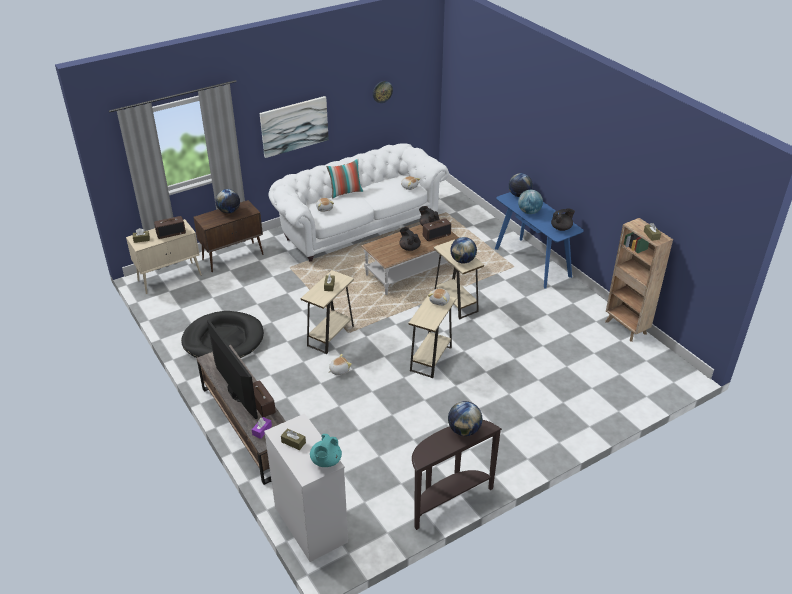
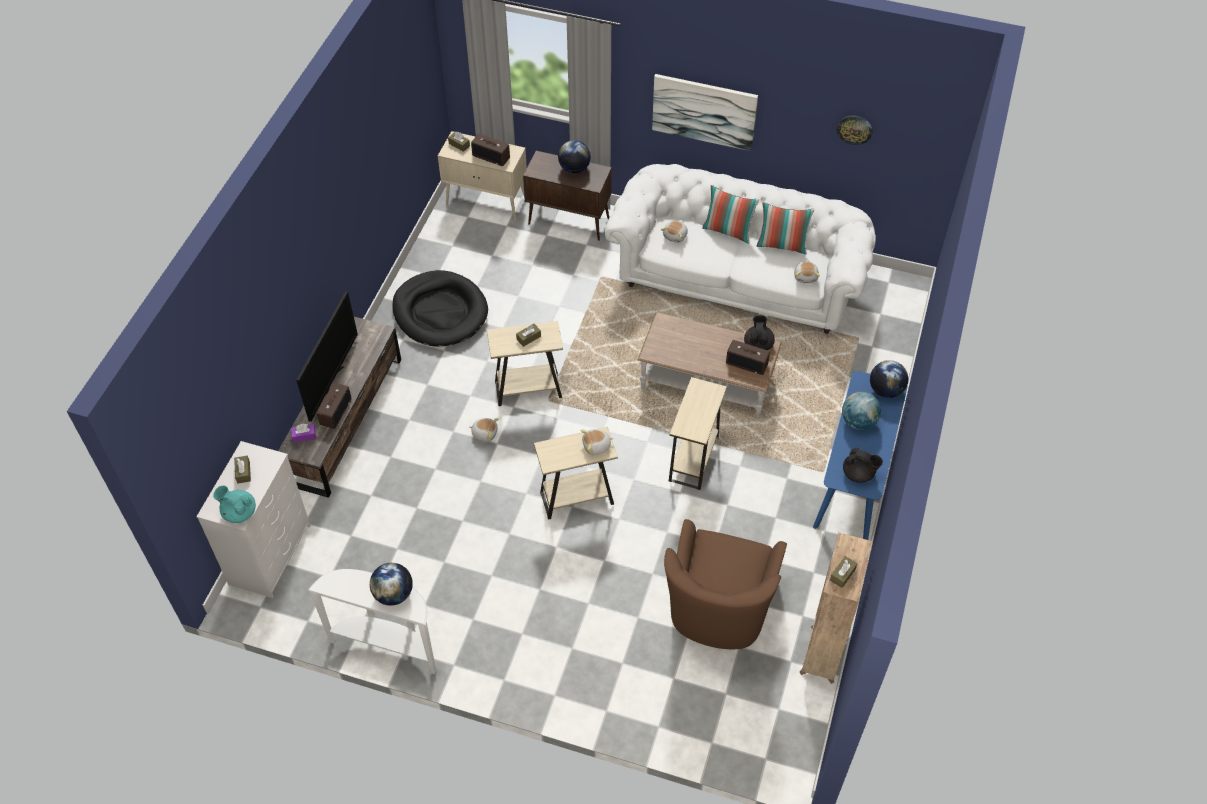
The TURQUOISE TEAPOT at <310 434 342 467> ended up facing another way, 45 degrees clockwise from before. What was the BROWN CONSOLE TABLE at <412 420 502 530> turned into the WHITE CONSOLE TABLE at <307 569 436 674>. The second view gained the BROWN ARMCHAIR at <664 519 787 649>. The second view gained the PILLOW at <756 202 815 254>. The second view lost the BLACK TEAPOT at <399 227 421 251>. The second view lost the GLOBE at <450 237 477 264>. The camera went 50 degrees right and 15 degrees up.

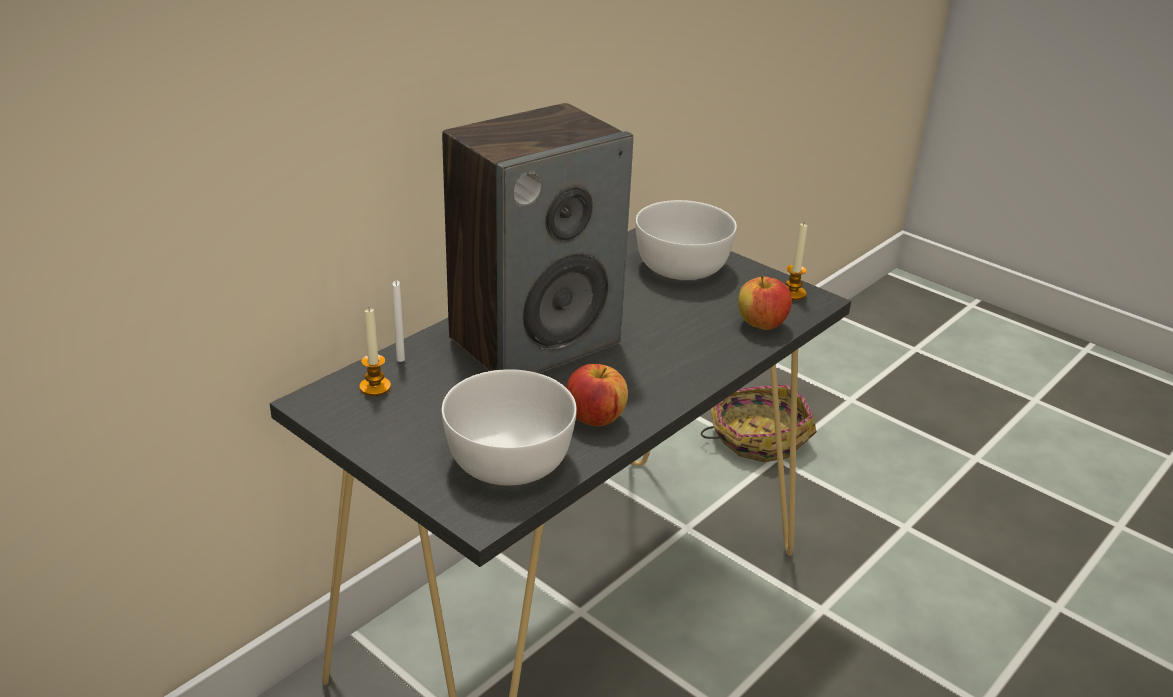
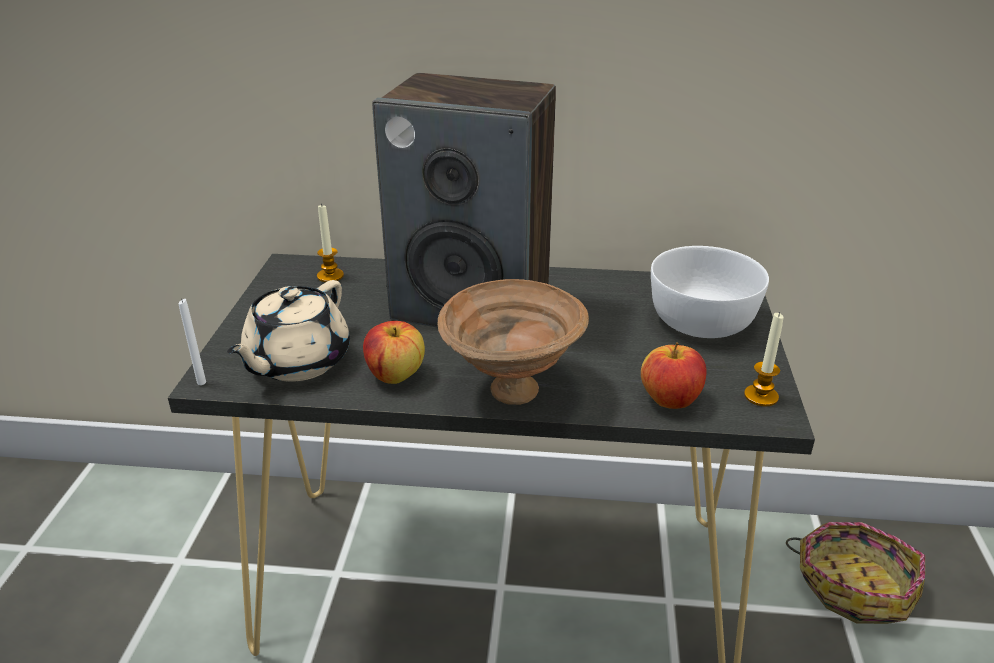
The WHITE CANDLE ended up elsewhere, having gone from <392 280 405 362> to <178 299 206 385>. Where the WHITE BOWL stood at <442 369 577 486>, the BEIGE TEAPOT came to stand at <227 280 350 382>. The second view gained the BROWN BOWL at <438 279 589 405>. The camera went 55 degrees right and 0 degrees up.

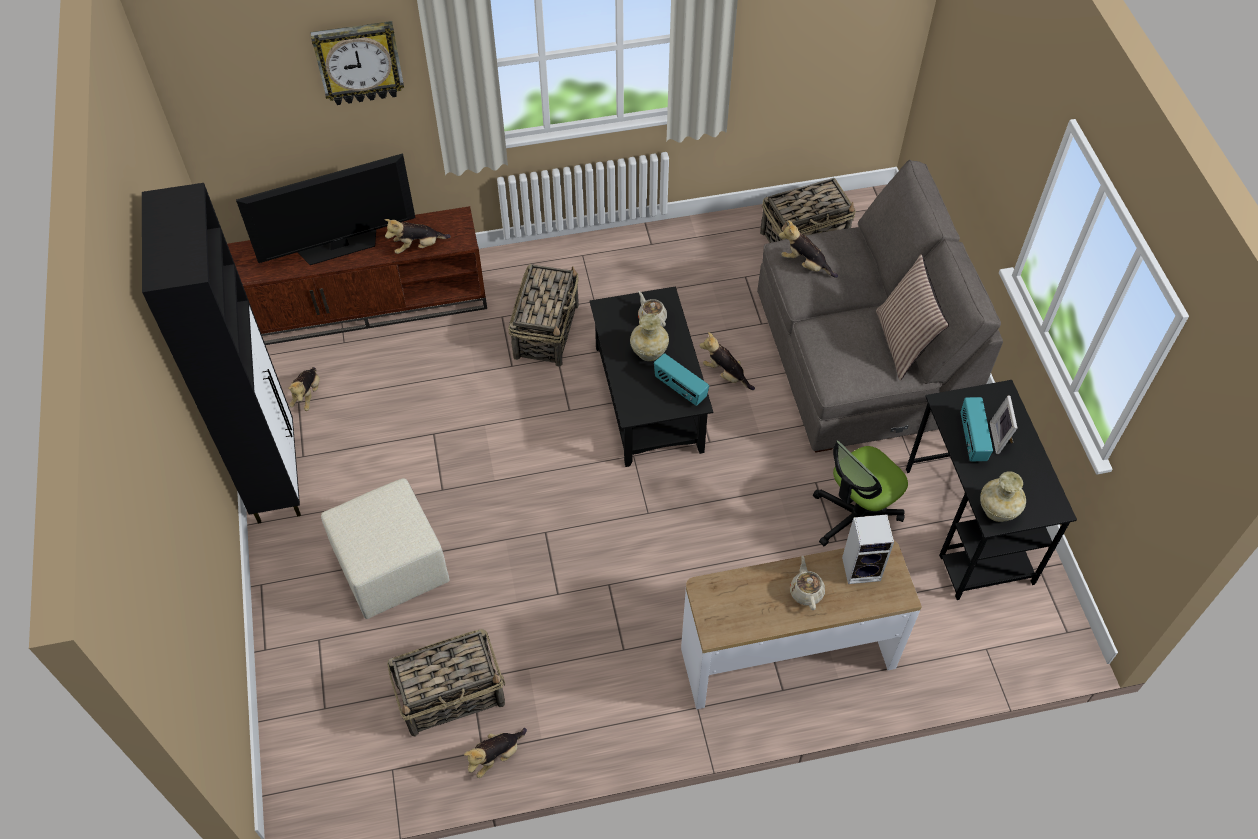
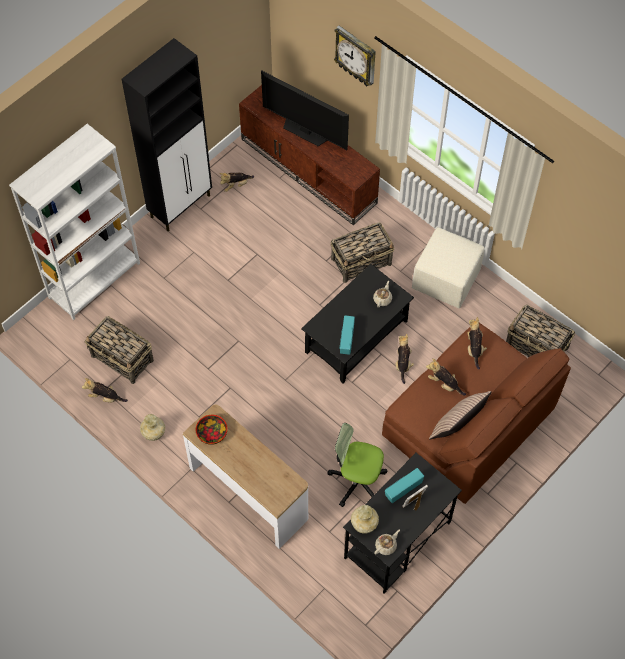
The second view gained the WHITE BOOKCASE at <9 124 140 320>. The BEIGE VASE ended up elsewhere, having gone from <630 314 669 361> to <140 414 165 441>. The second view gained the BOWL at <196 415 228 445>. The BEIGE TEAPOT ended up elsewhere, having gone from <790 556 825 610> to <374 530 400 555>. What was the GREY SOFA at <757 160 1003 452> turned into the BROWN SOFA at <382 323 571 504>. The BEIGE OTTOMAN ended up elsewhere, having gone from <321 478 450 619> to <412 227 485 308>. The PLUSH TOY ended up elsewhere, having gone from <385 219 451 254> to <426 358 466 396>. The second view lost the SPEAKER at <842 515 894 584>. The camera went 55 degrees right and 5 degrees up.

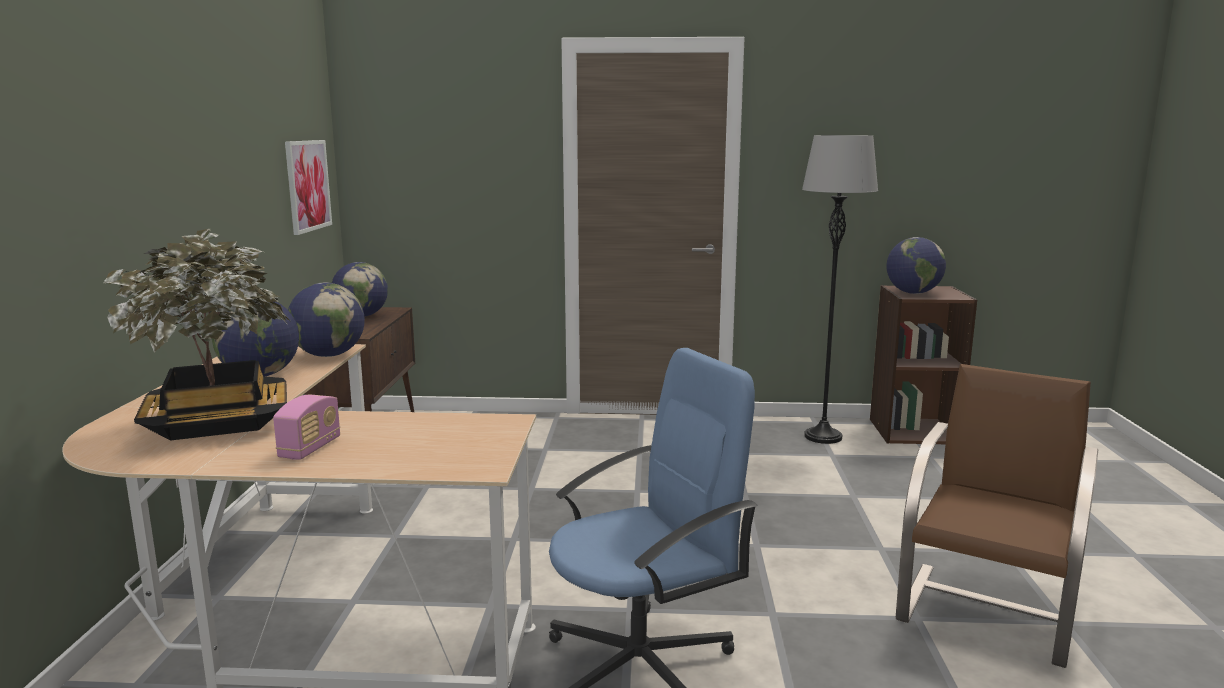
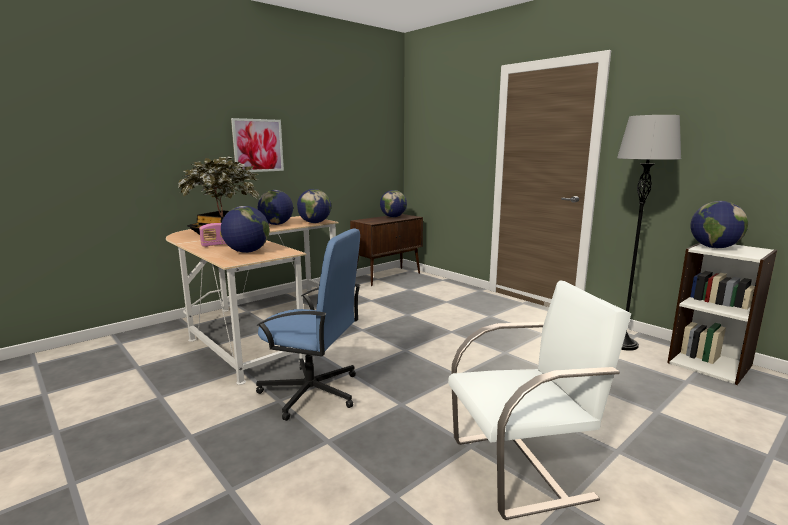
The second view gained the GLOBE at <221 206 269 253>. The PICTURE ended up elsewhere, having gone from <285 140 332 235> to <231 118 284 172>. What was the BROWN CHAIR at <896 364 1098 668> turned into the WHITE CHAIR at <448 280 631 520>. What was the BROWN BOOKCASE at <870 285 977 444> turned into the WHITE BOOKCASE at <667 243 777 385>. The camera went 45 degrees right and 0 degrees up.

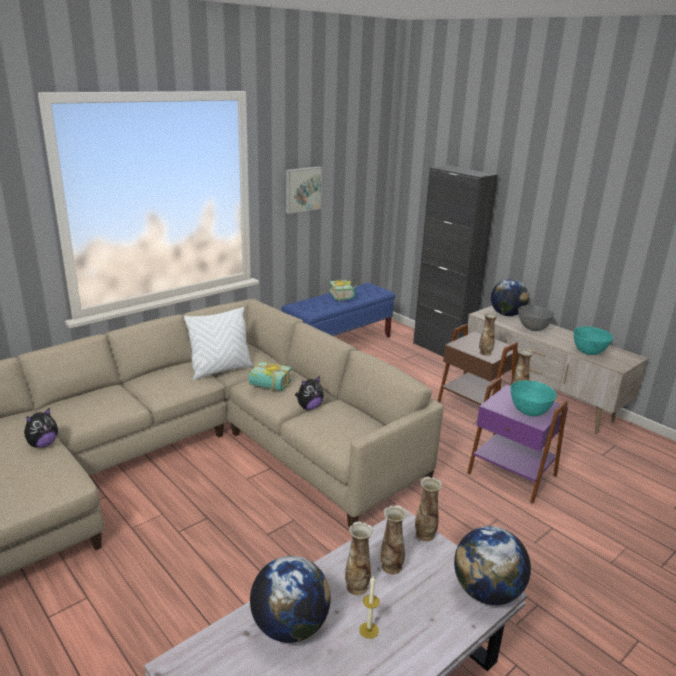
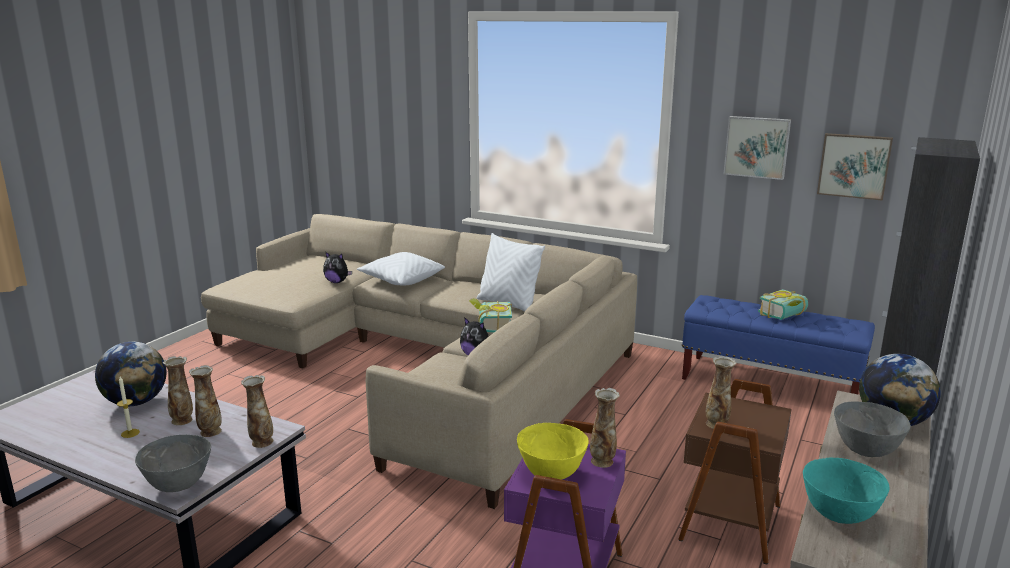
Where the GLOBE stood at <454 526 531 605>, the GREY BOWL came to stand at <135 435 211 492>. The second view gained the WHITE PILLOW at <357 252 445 285>. What was the TURQUOISE BOWL at <510 380 557 416> turned into the YELLOW BOWL at <517 423 589 480>. The second view gained the PICTURE at <817 133 893 201>. The camera went 70 degrees right and 5 degrees down.

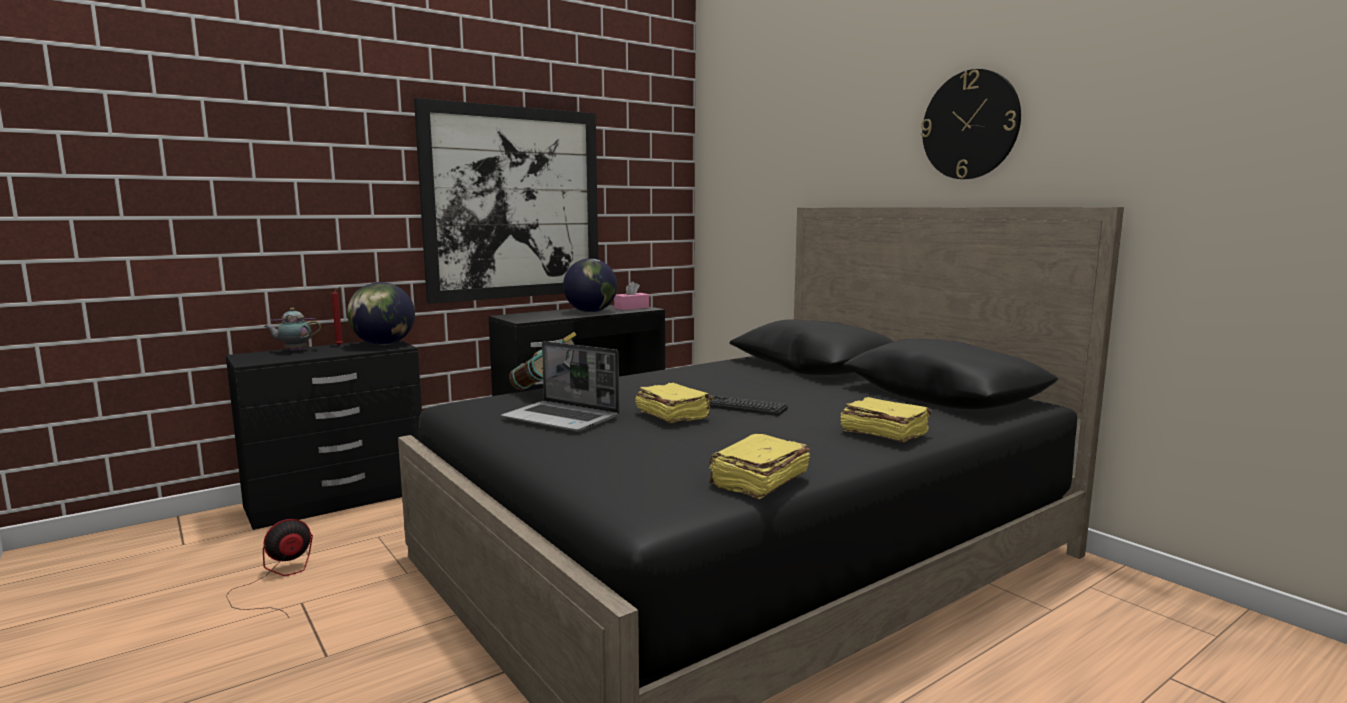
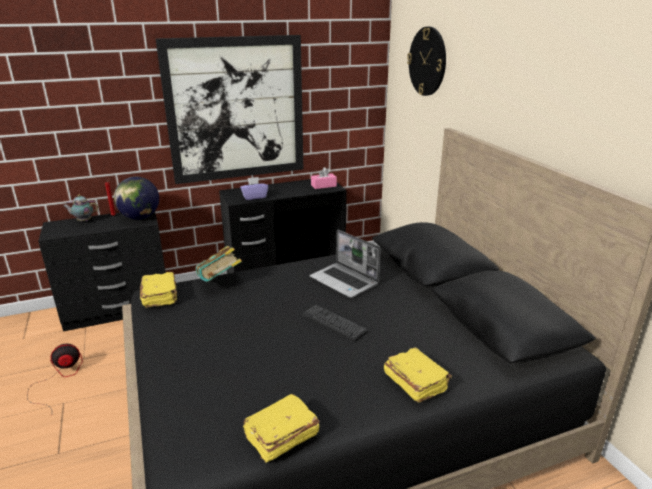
The YELLOW BOOK ended up elsewhere, having gone from <635 383 713 423> to <140 272 177 308>. The second view gained the PURPLE TISSUE BOX at <240 177 268 200>. The LAPTOP ended up elsewhere, having gone from <501 341 619 432> to <309 230 381 298>. The WALL CLOCK ended up elsewhere, having gone from <921 69 1021 179> to <407 27 446 96>. The second view lost the GLOBE at <563 258 617 313>. The camera went 15 degrees right and 15 degrees up.

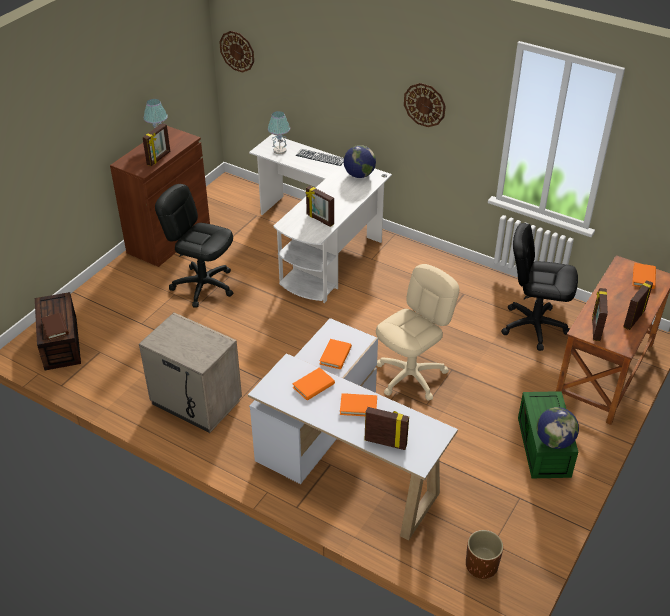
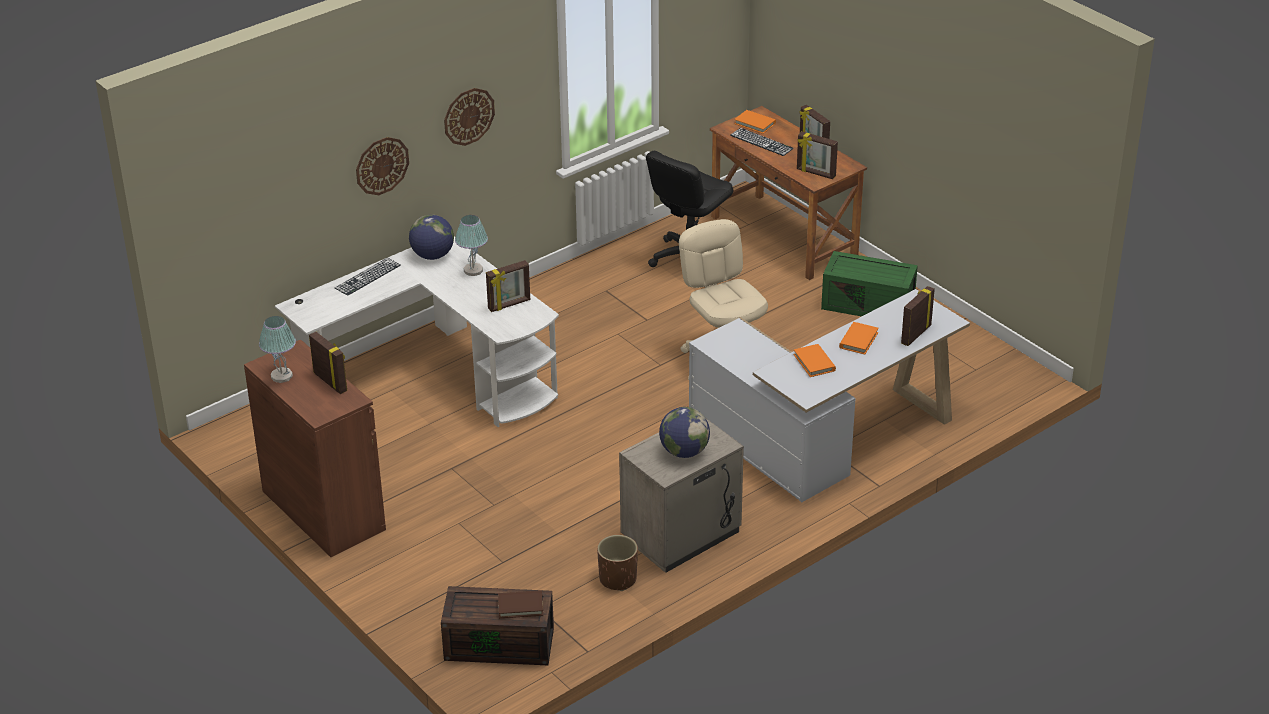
The WALL CLOCK ended up elsewhere, having gone from <219 31 254 73> to <356 137 409 195>. The TABLE LAMP ended up elsewhere, having gone from <268 111 290 155> to <455 215 488 276>. The BROWN PLANTER ended up elsewhere, having gone from <466 530 503 579> to <597 535 638 591>. The GLOBE ended up elsewhere, having gone from <537 407 579 449> to <659 407 710 458>. The second view gained the KEYBOARD at <730 128 794 156>. The second view lost the BLACK OFFICE CHAIR at <155 184 233 308>. The second view lost the ORANGE BOOK at <319 339 352 369>. The camera went 70 degrees left and 5 degrees down.

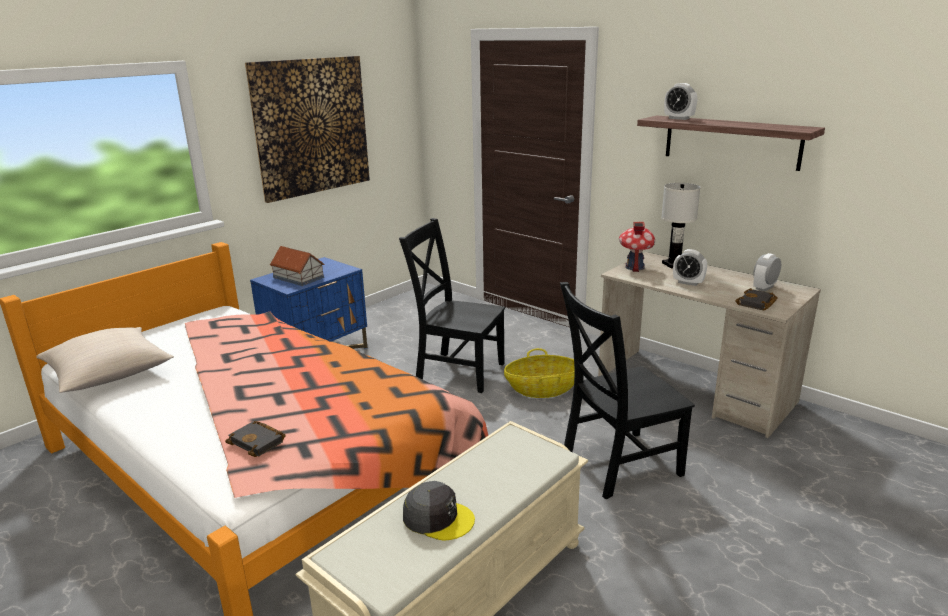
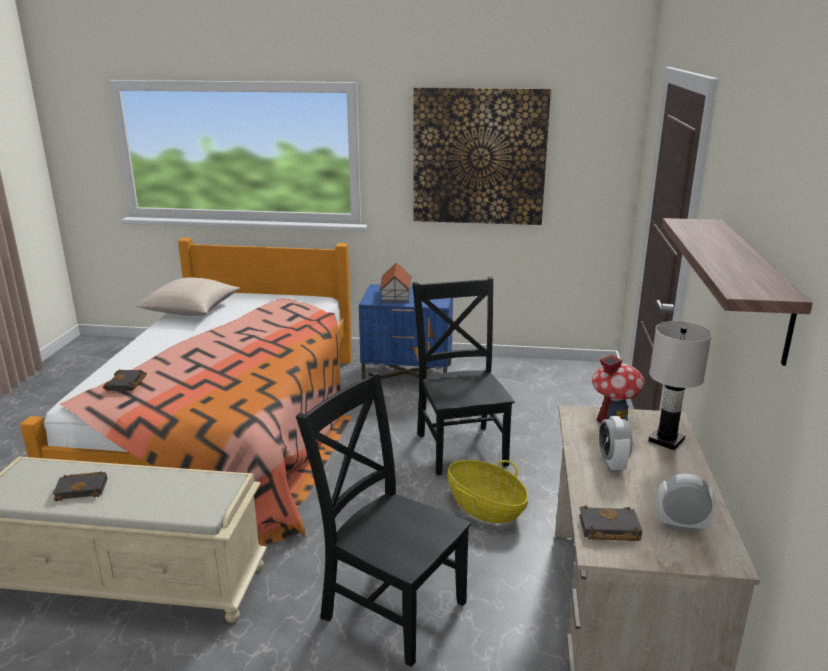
Where the GREY CAP stood at <403 481 475 540>, the BLACK BOOK came to stand at <53 471 107 501>. The second view lost the ALARM CLOCK at <664 83 697 120>. The camera went 55 degrees right and 0 degrees up.

